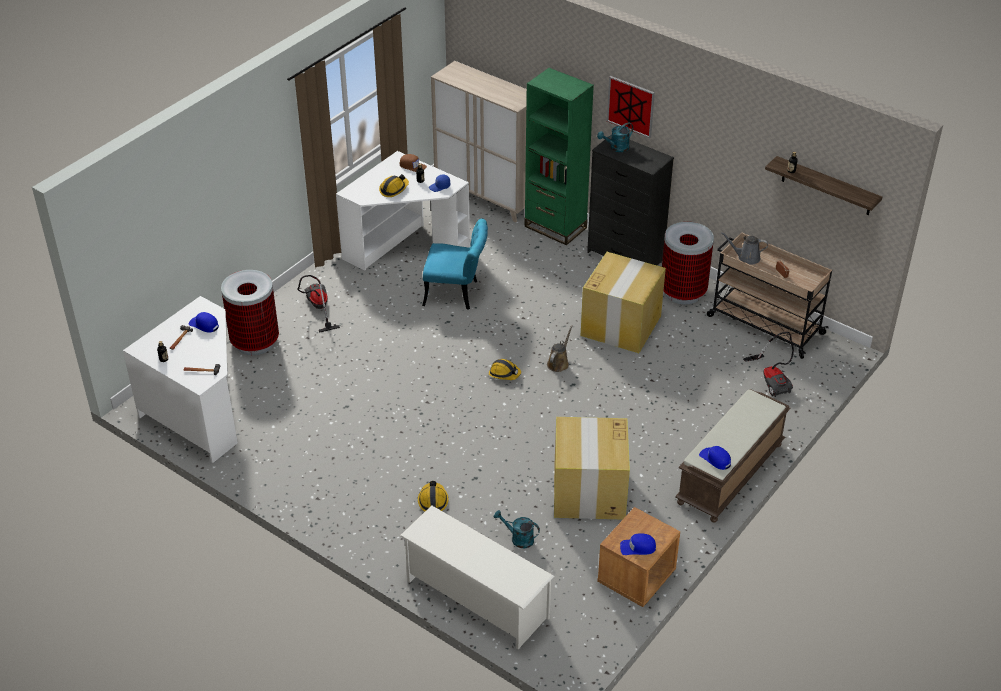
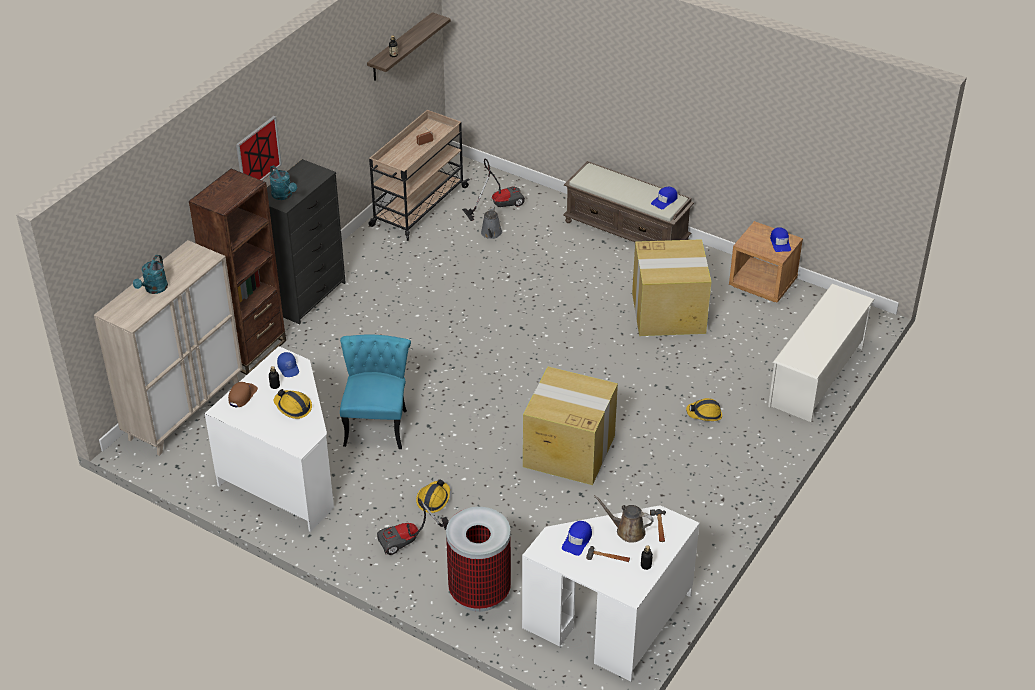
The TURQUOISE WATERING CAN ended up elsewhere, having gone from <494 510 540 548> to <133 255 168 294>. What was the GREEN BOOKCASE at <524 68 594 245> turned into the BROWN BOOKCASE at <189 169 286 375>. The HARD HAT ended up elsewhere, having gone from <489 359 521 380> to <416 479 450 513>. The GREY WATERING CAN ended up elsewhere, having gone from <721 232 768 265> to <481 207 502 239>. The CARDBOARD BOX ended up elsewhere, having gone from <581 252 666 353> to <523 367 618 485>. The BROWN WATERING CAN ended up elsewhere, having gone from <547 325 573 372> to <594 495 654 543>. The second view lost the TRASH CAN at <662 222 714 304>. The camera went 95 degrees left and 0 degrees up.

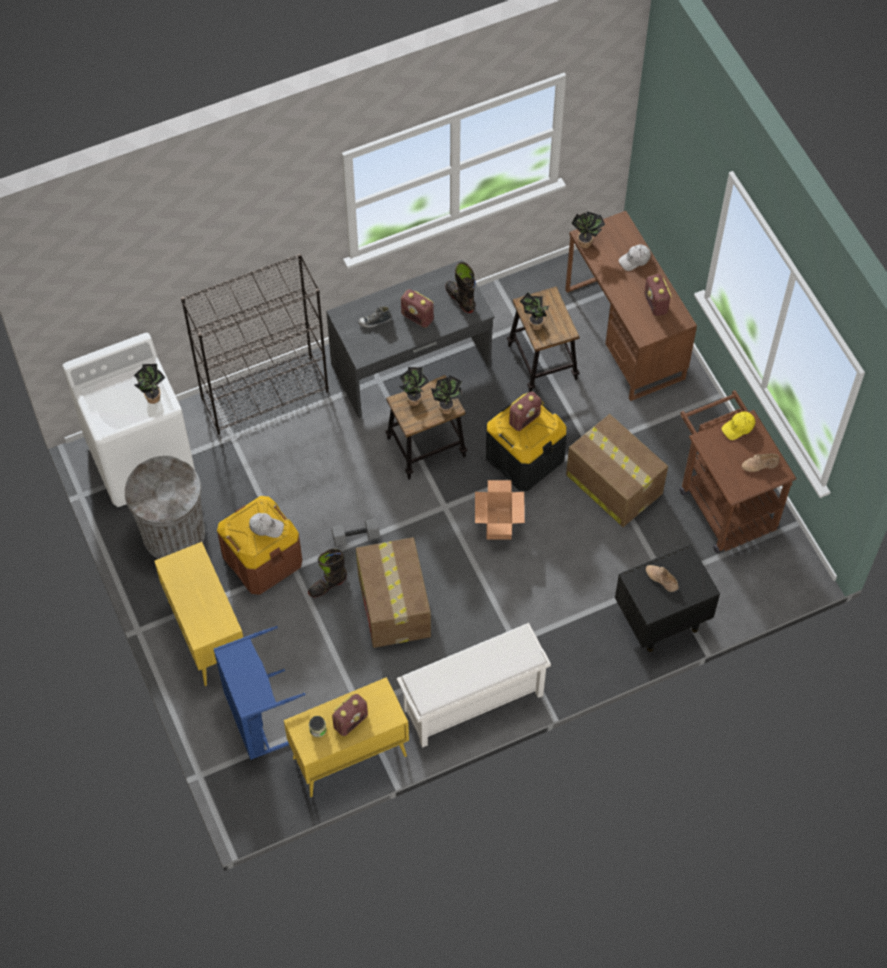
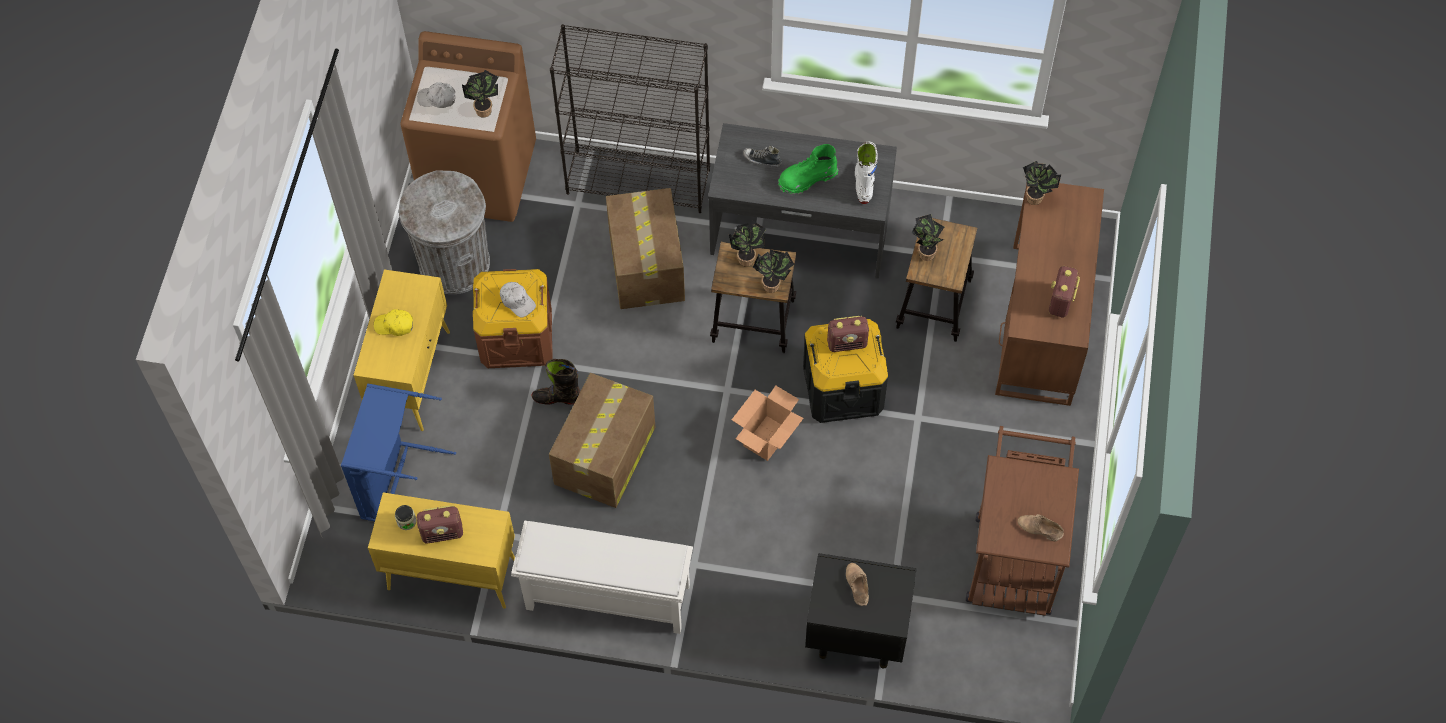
The YELLOW CAP ended up elsewhere, having gone from <722 411 755 440> to <374 309 413 336>. What was the WHITE WASHING MACHINE at <63 333 195 507> turned into the BROWN WASHING MACHINE at <401 31 536 222>. The WHITE CAP ended up elsewhere, having gone from <619 244 651 271> to <417 82 455 108>. The CARDBOARD BOX ended up elsewhere, having gone from <566 414 668 527> to <606 188 685 309>. Where the RADIO stood at <401 289 434 328>, the GREEN BOOT came to stand at <778 144 838 194>. What was the BLACK BOOT at <445 262 476 313> turned into the WHITE BOOT at <855 142 878 204>. The second view lost the GREY DUMBBELL at <331 518 380 547>. The camera went 35 degrees right and 0 degrees up.

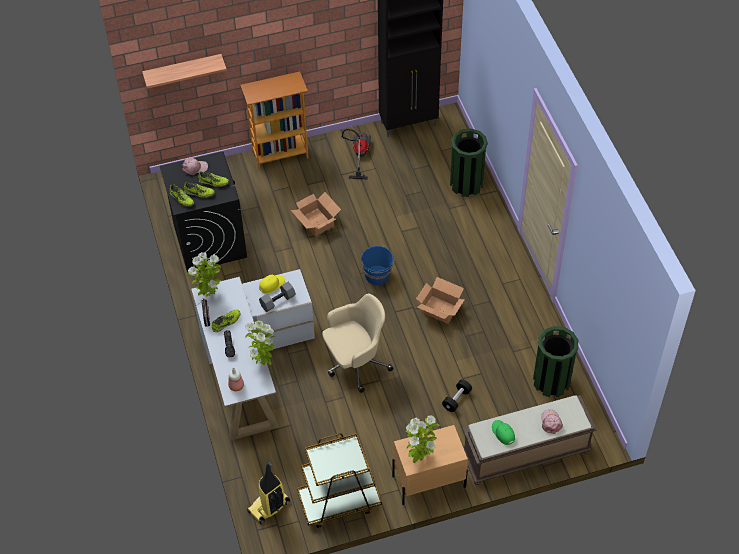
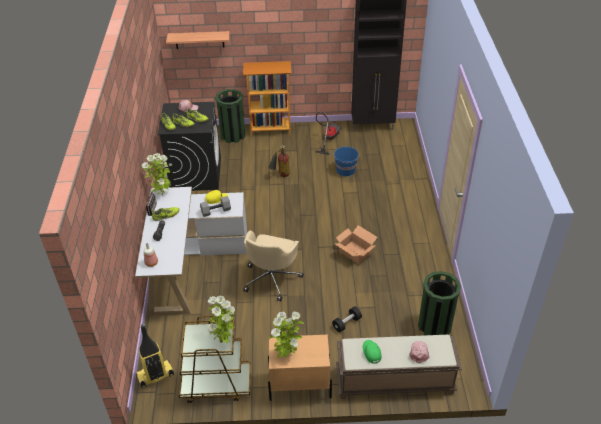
The POTTED PLANT ended up elsewhere, having gone from <245 321 275 366> to <207 295 236 344>. The GREEN TRASH CAN ended up elsewhere, having gone from <450 128 488 197> to <215 89 245 143>. The BEIGE OFFICE CHAIR at <322 294 393 393> ended up facing another way, 120 degrees clockwise from before. Where the CARDBOARD BOX stood at <291 192 341 236>, the FIRE EXTINGUISHER came to stand at <268 145 290 177>. The BLUE BUCKET ended up elsewhere, having gone from <361 246 394 285> to <334 147 359 176>. The camera went 15 degrees right and 10 degrees down.

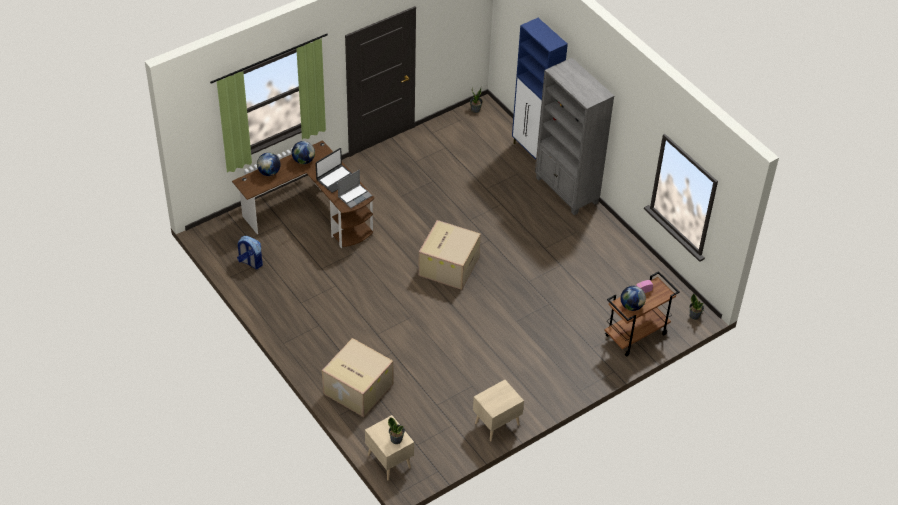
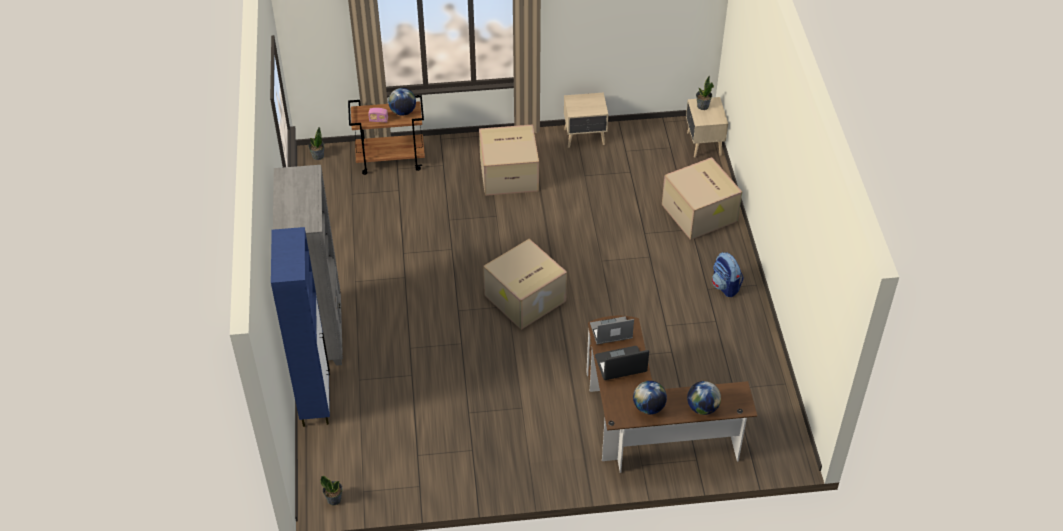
The second view gained the CARDBOARD BOX at <479 124 539 196>. The BACKPACK ended up elsewhere, having gone from <237 236 263 269> to <712 252 744 297>. The camera went 150 degrees left and 0 degrees up.

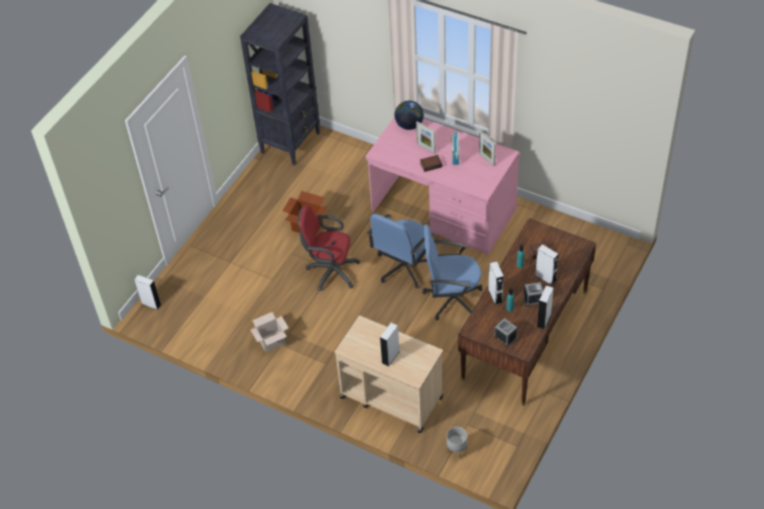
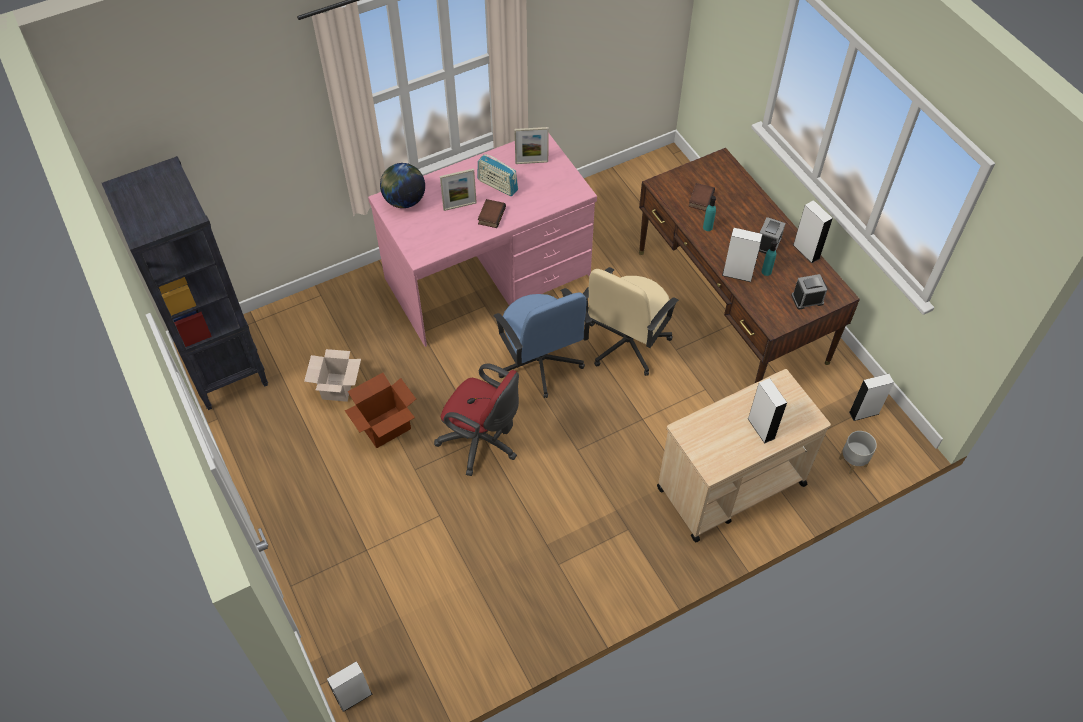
The CARDBOARD BOX ended up elsewhere, having gone from <251 312 289 352> to <304 349 361 402>. The RED OFFICE CHAIR at <298 205 360 291> ended up facing another way, 105 degrees counterclockwise from before. What was the BLUE OFFICE CHAIR at <422 224 483 320> turned into the BEIGE OFFICE CHAIR at <583 267 679 376>. The WHITE SPEAKER ended up elsewhere, having gone from <535 244 559 286> to <849 374 894 421>. The camera went 60 degrees left and 5 degrees up.

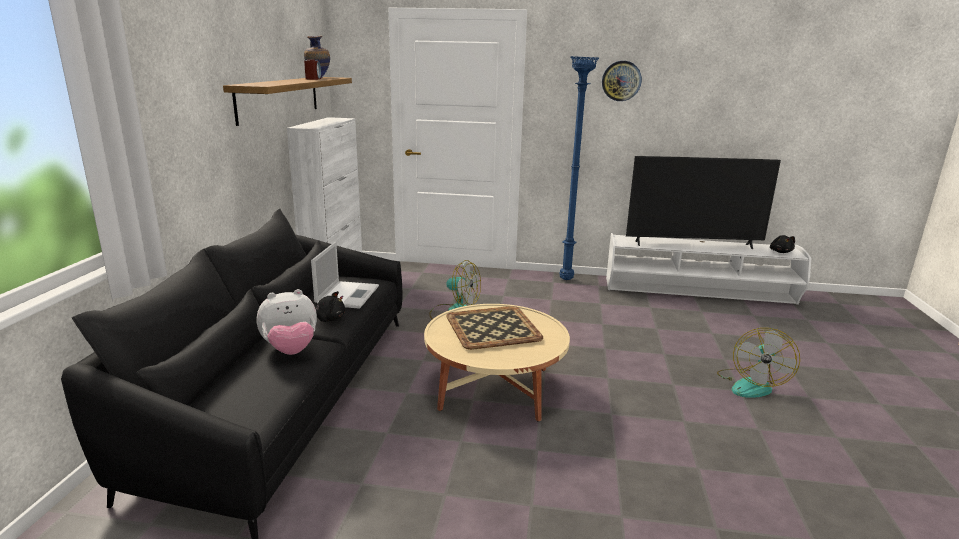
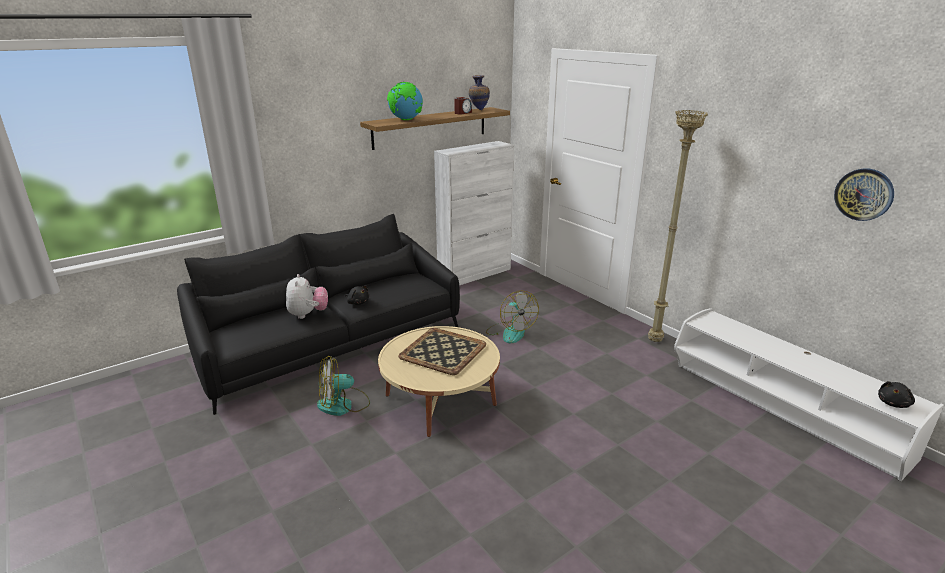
The PLUSH TOY at <257 289 317 355> ended up facing another way, 120 degrees counterclockwise from before. The FAN ended up elsewhere, having gone from <717 328 800 398> to <317 356 370 416>. The second view gained the GLOBE at <387 82 423 120>. What was the BLUE FLOOR LAMP at <560 56 599 280> turned into the BEIGE FLOOR LAMP at <648 110 708 342>. The WALL CLOCK ended up elsewhere, having gone from <602 61 642 101> to <834 168 894 221>. The second view lost the LAPTOP at <311 242 379 309>. The second view lost the TELEVISION at <626 156 781 249>. The camera went 45 degrees right and 5 degrees up.

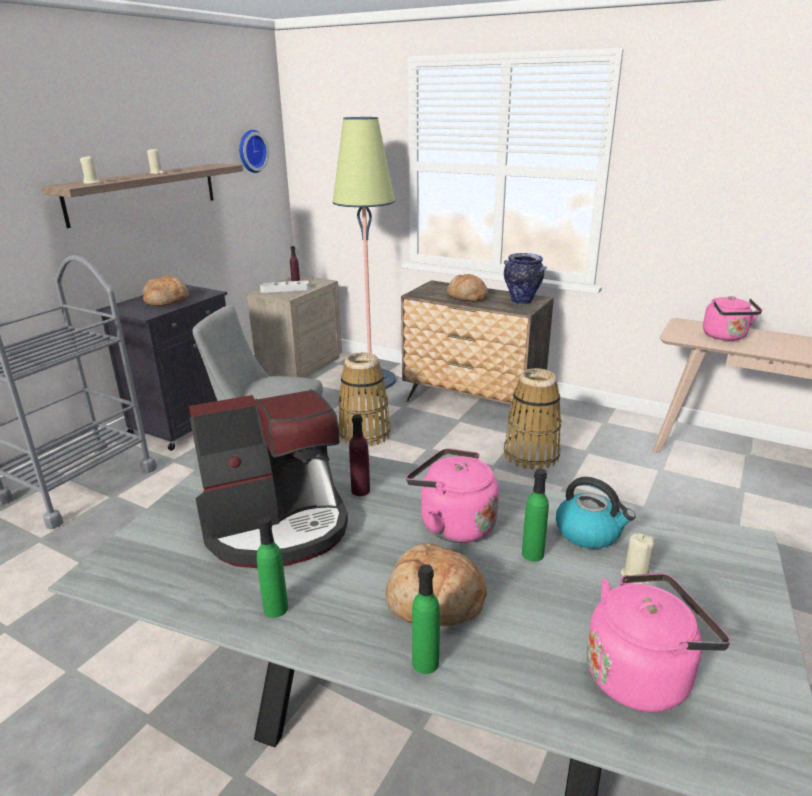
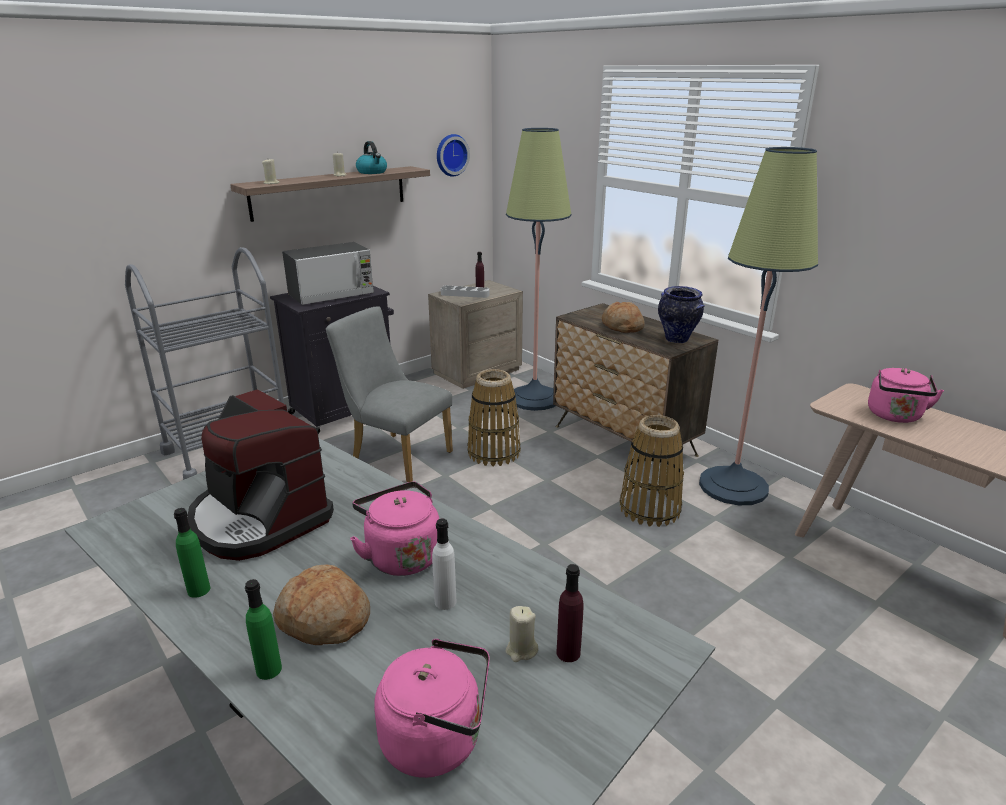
The COFFEE MACHINE at <189 390 348 568> ended up facing another way, 45 degrees clockwise from before. Where the BREAD stood at <143 275 189 306>, the MICROWAVE came to stand at <282 242 374 305>. The KETTLE ended up elsewhere, having gone from <556 477 636 549> to <356 141 387 174>. What was the GREEN BOTTLE at <522 468 549 562> turned into the WHITE BOTTLE at <432 518 457 610>. The PURPLE BOTTLE ended up elsewhere, having gone from <349 414 370 496> to <556 564 583 662>. The second view gained the FLOOR LAMP at <699 147 818 505>. The camera went 20 degrees right and 0 degrees up.

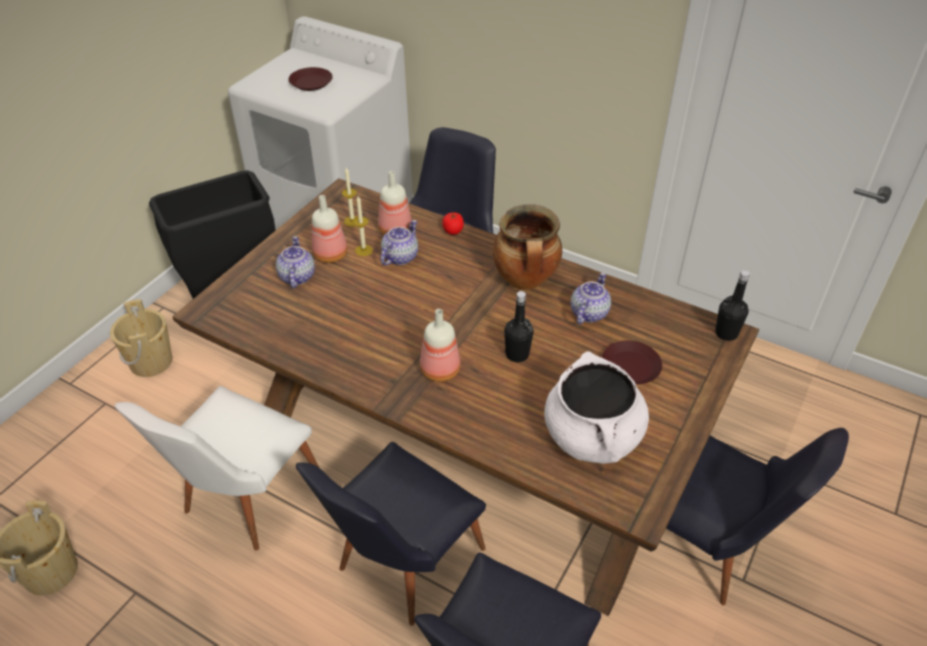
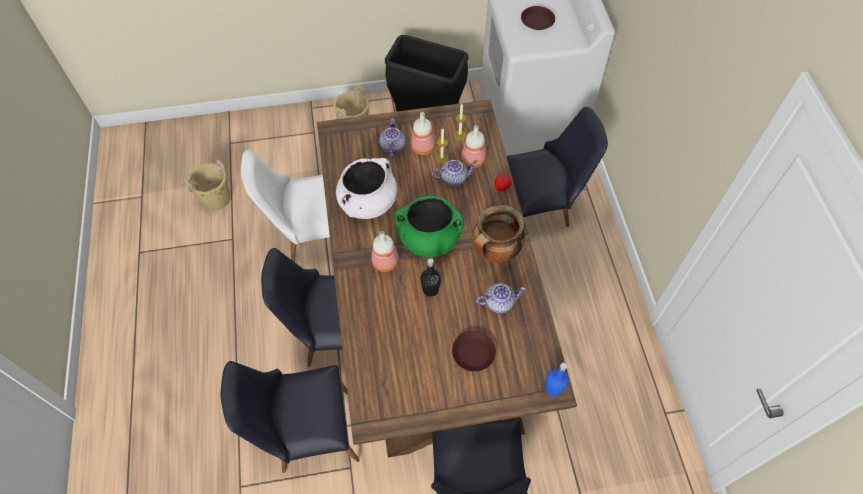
The WHITE COOKING POT ended up elsewhere, having gone from <544 351 649 464> to <336 158 397 219>. The TEAPOT at <276 236 315 288> ended up facing another way, 45 degrees counterclockwise from before. The second view gained the GREEN COOKING POT at <394 196 464 257>. What was the BLACK BOTTLE at <715 270 750 341> turned into the BLUE BOTTLE at <545 363 569 397>. The camera went 50 degrees right and 15 degrees up.

